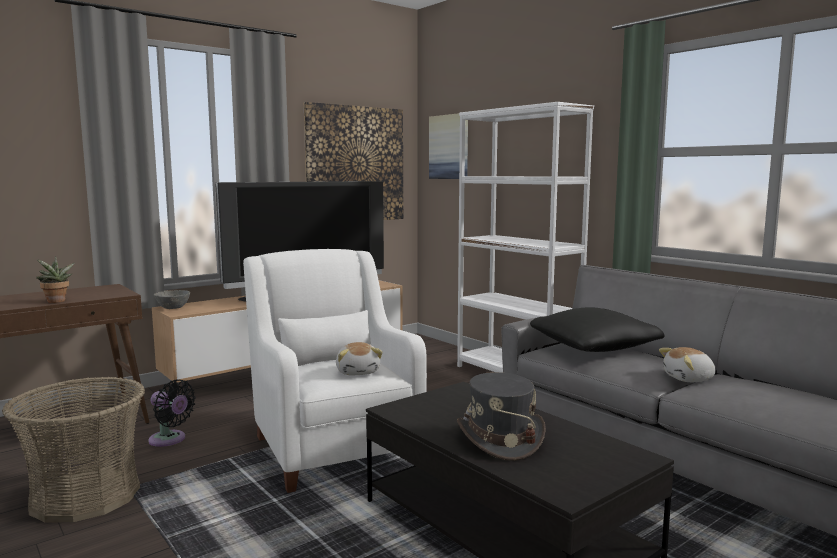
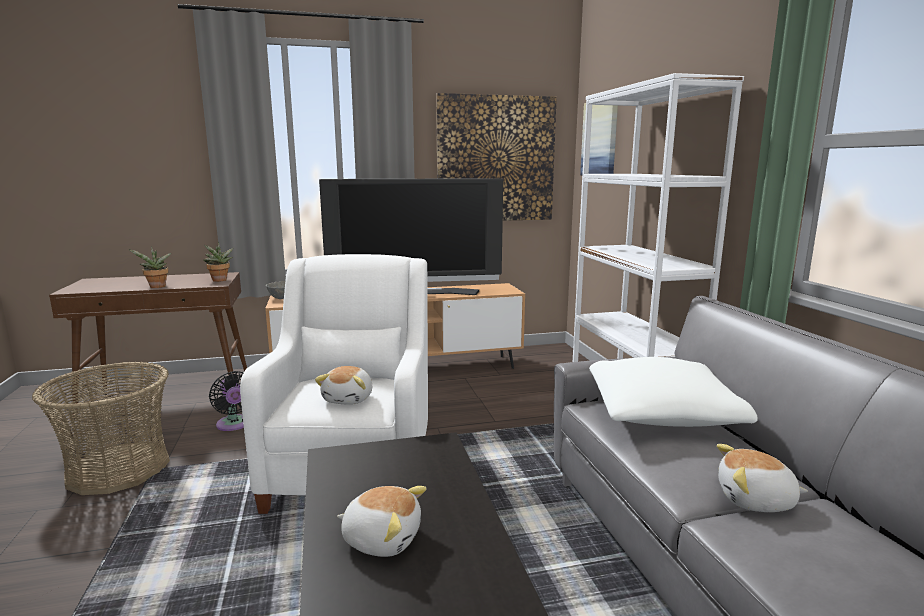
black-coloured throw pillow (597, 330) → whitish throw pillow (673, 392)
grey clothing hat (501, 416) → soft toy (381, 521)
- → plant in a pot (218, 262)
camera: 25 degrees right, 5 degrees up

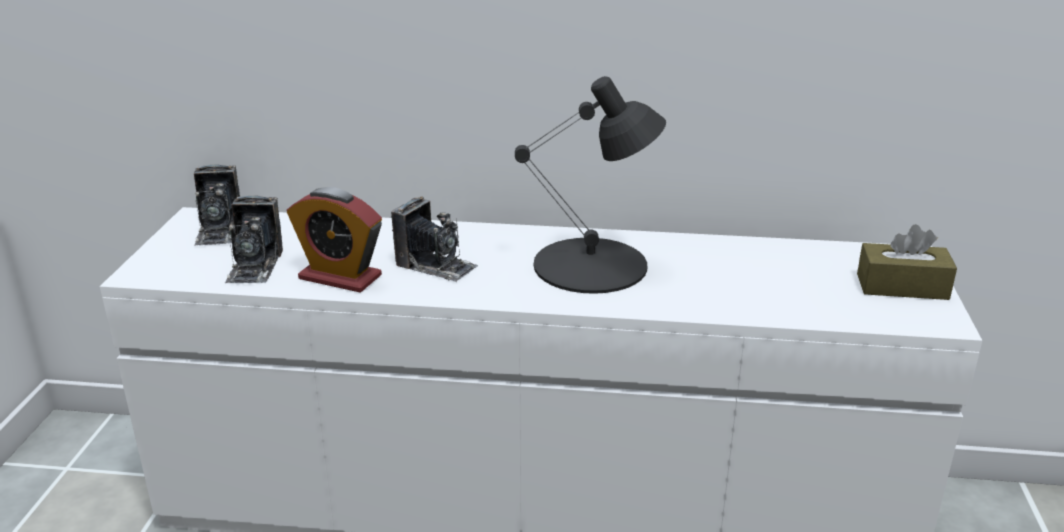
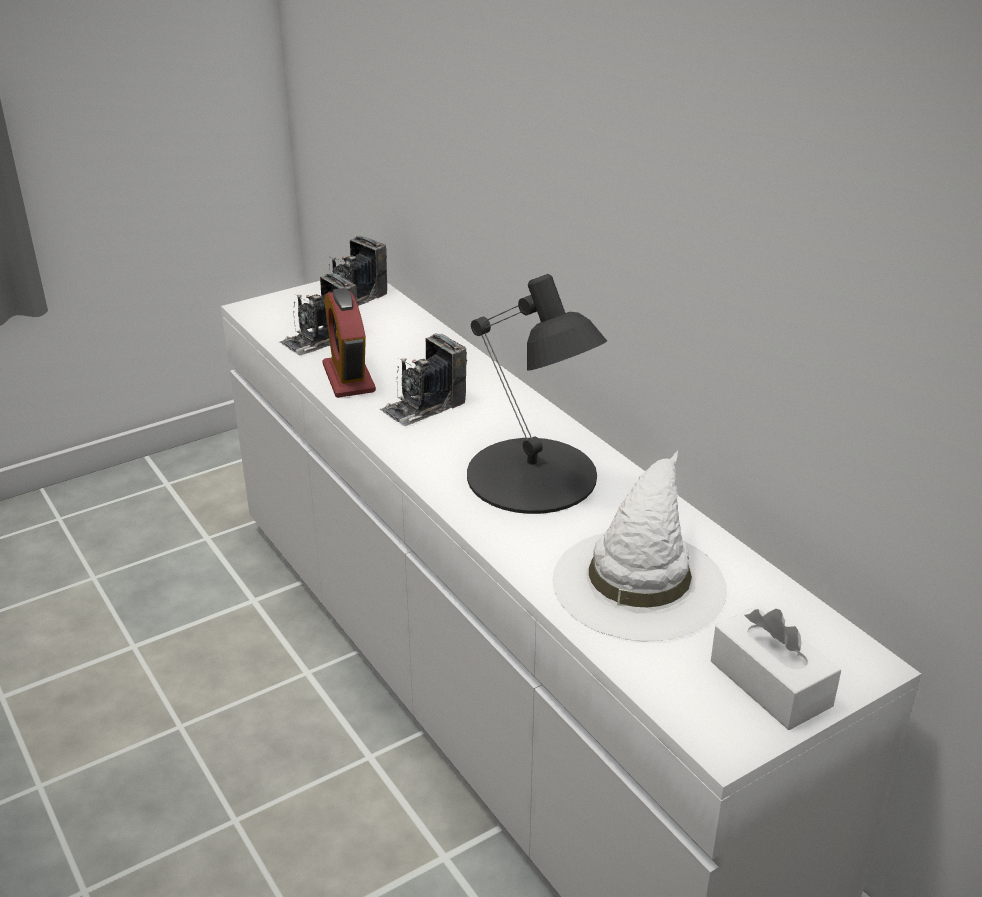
photo camera (434, 239) → photo camera (423, 379), 60 degrees clockwise
brownish box of tissues (907, 262) → whitish box of tissues (776, 667)
- → whitish clothing hat (640, 546)
camera: 50 degrees right, 5 degrees up

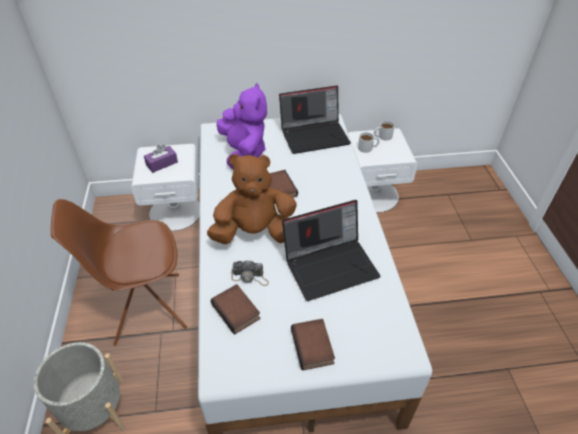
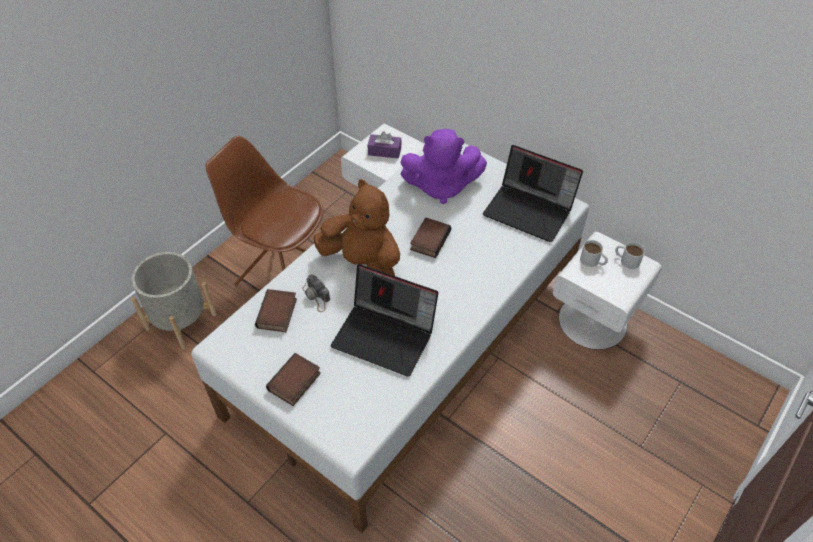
purple soft toy (242, 126) → purple soft toy (443, 166), 60 degrees clockwise
camera: 45 degrees right, 5 degrees up

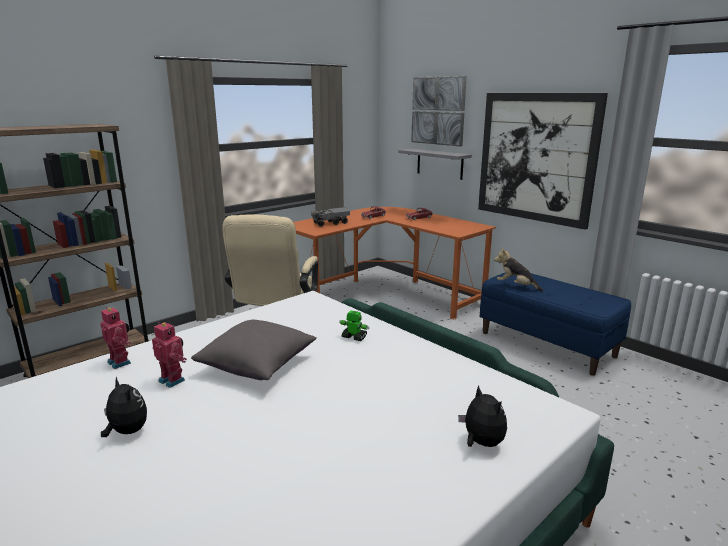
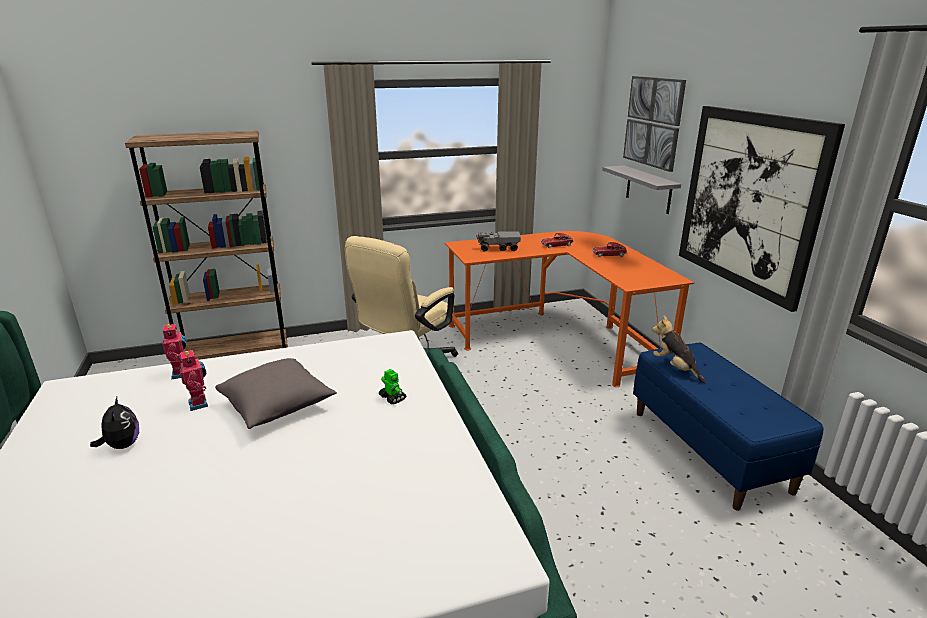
soft toy (482, 416) → -
camera: 25 degrees right, 5 degrees up

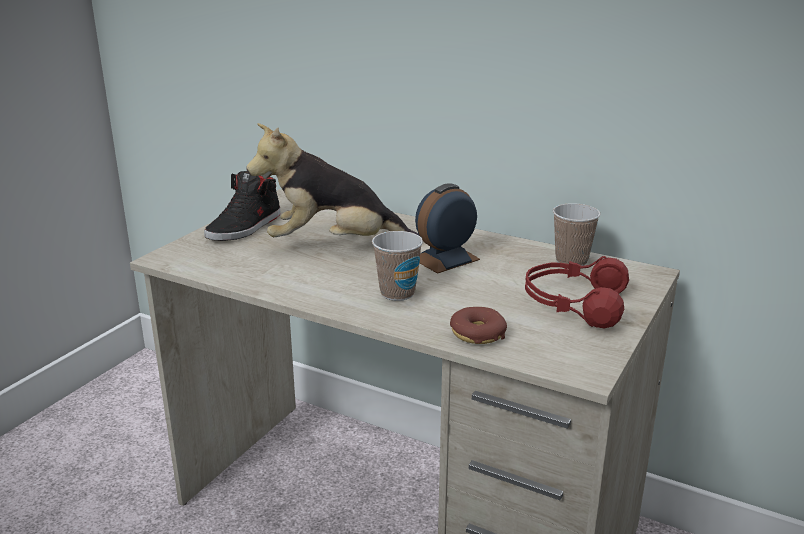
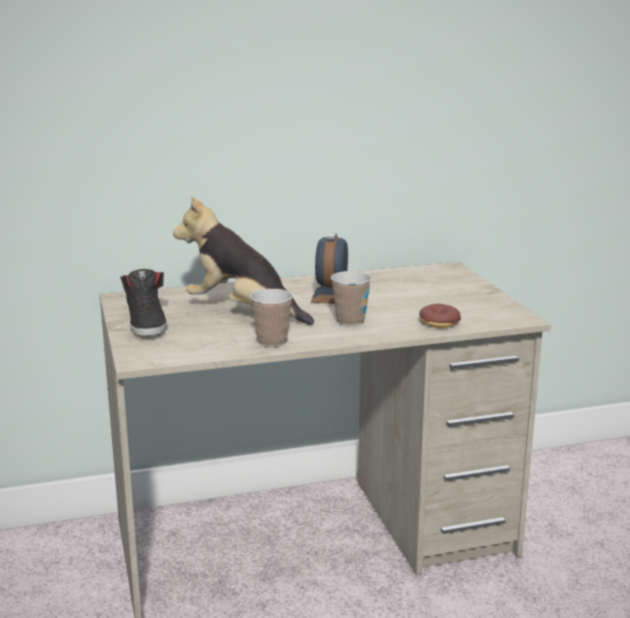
soft toy (333, 180) → soft toy (243, 260), 75 degrees clockwise
small cup (576, 234) → small cup (271, 318), move
red headset (577, 292) → -
camera: 45 degrees left, 5 degrees down

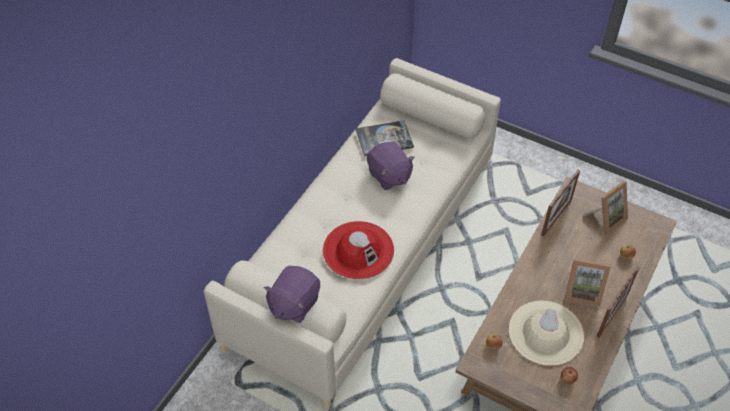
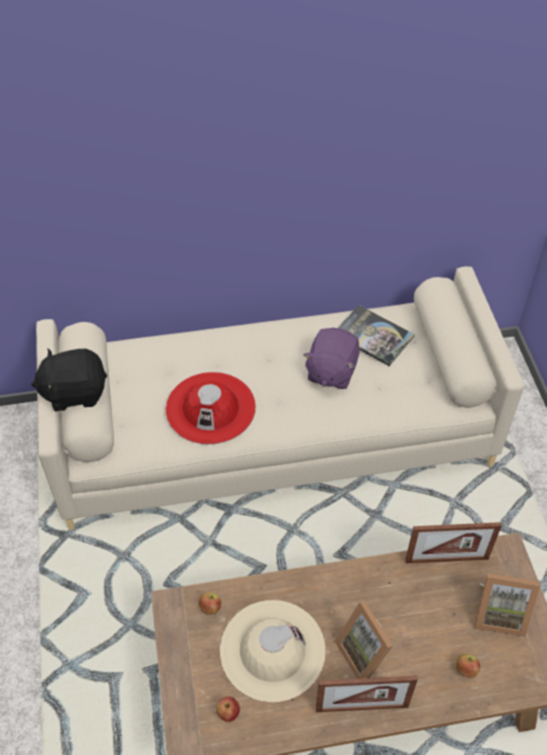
purple soft toy (291, 294) → black-coloured soft toy (69, 380)
camera: 50 degrees right, 0 degrees up

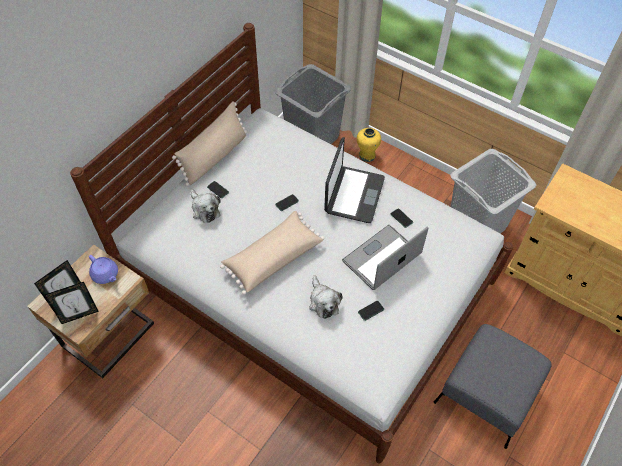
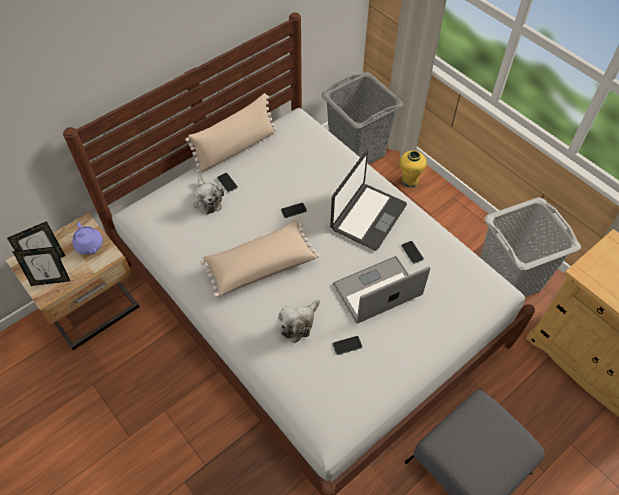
soft toy (326, 297) → soft toy (299, 321), 45 degrees clockwise
camera: 15 degrees right, 0 degrees up

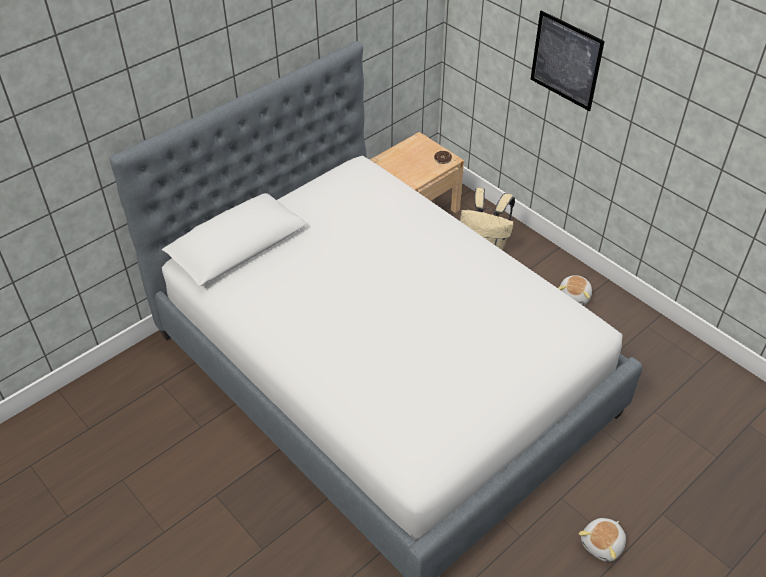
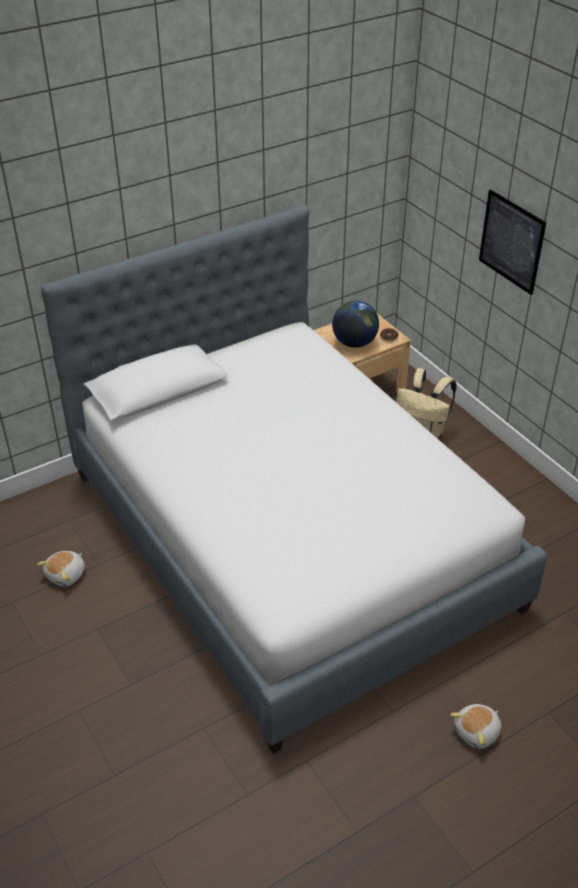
soft toy (575, 290) → soft toy (61, 569), move
- → world globe (355, 324)
camera: 10 degrees right, 5 degrees down

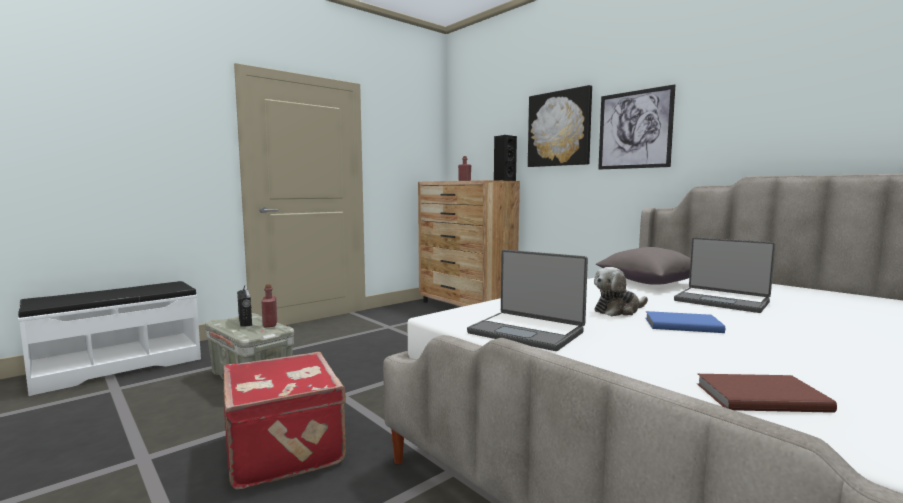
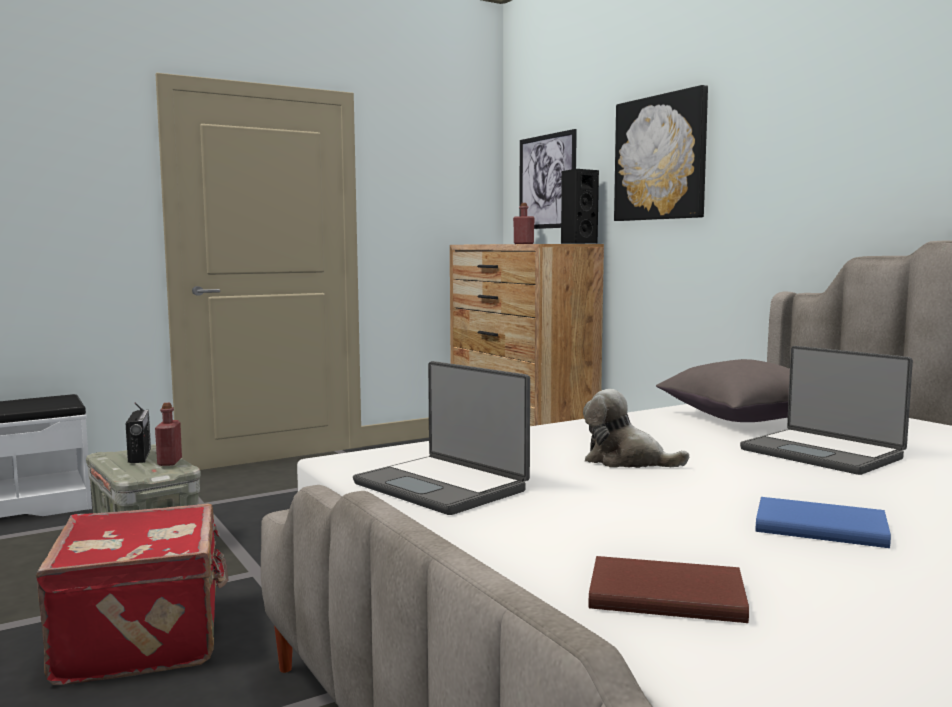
wall picture (636, 127) → wall picture (548, 179), move
soft toy (621, 291) → soft toy (636, 428), 45 degrees clockwise
blue-coloured bound book (685, 322) → blue-coloured bound book (823, 522), move
camera: 10 degrees right, 0 degrees up

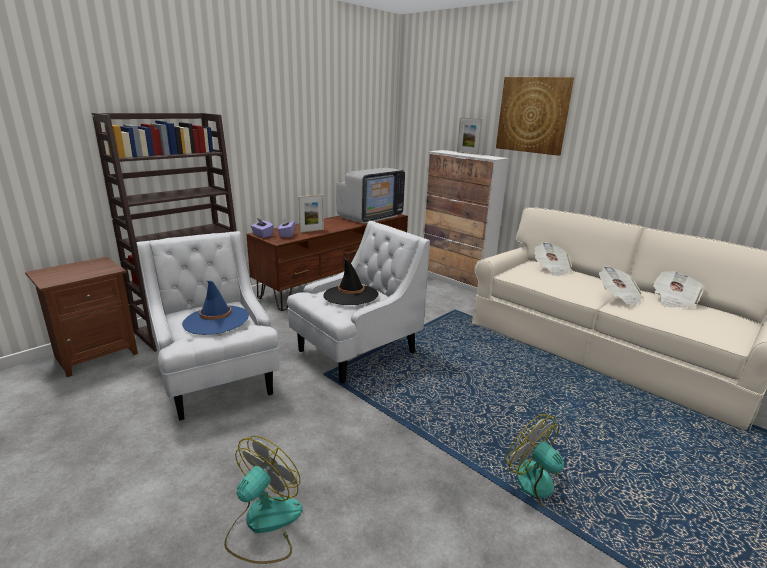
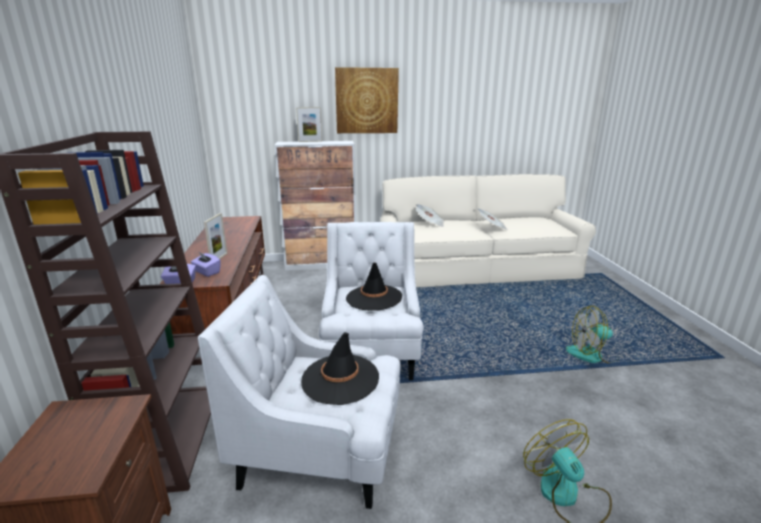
TV set (371, 195) → -
newspaper (679, 289) → -
blue-coloured clothing hat (215, 308) → black-coloured clothing hat (340, 368)
camera: 50 degrees left, 0 degrees up

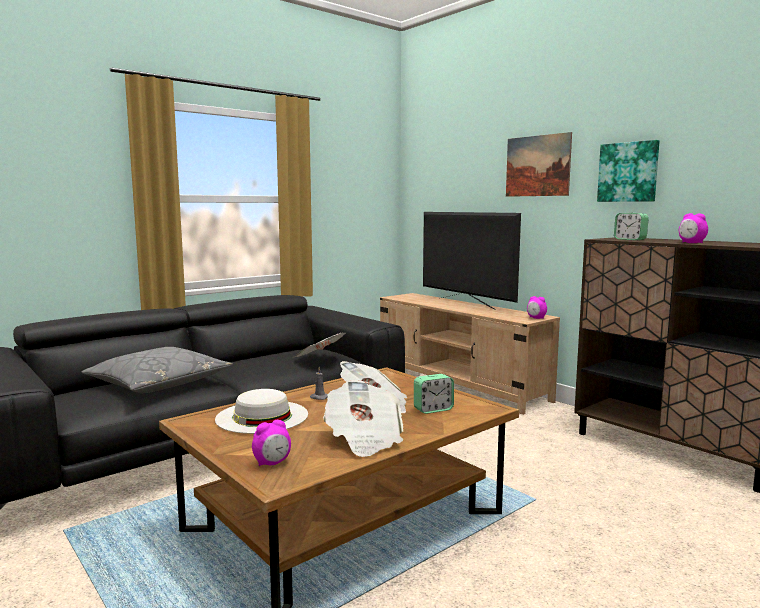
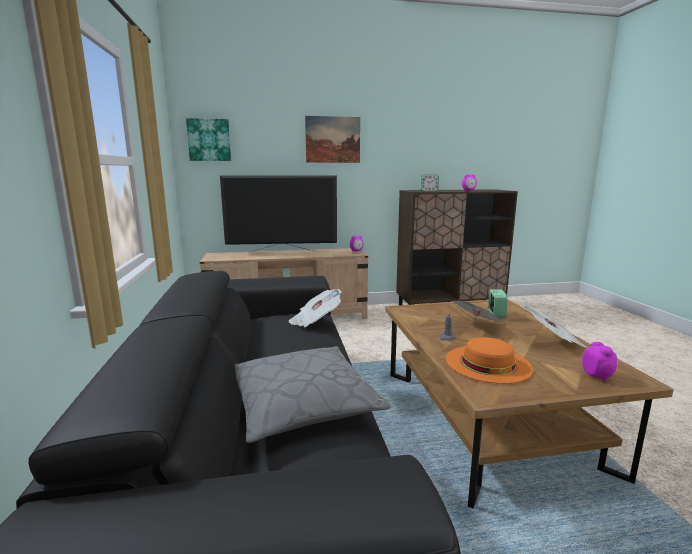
wall picture (628, 171) → wall picture (208, 139), move
whitish clothing hat (261, 411) → orange clothing hat (489, 360)
camera: 60 degrees left, 5 degrees up

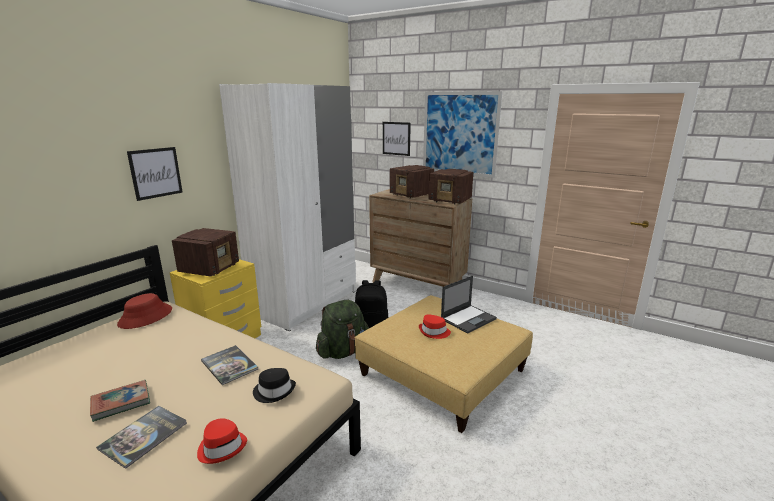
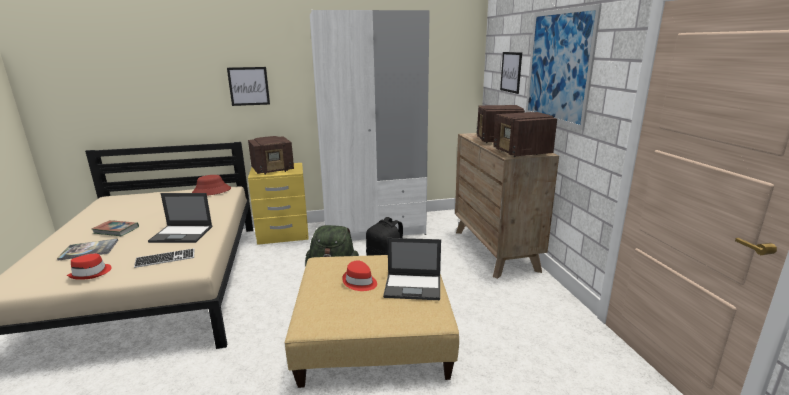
bound book (229, 365) → notebook computer (180, 218)
black-coloured clothing hat (274, 385) → keyboard (164, 258)
camera: 45 degrees right, 0 degrees up

